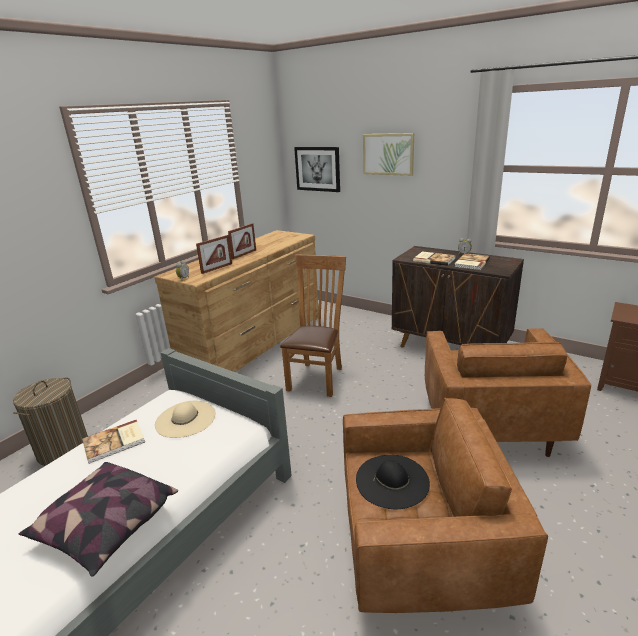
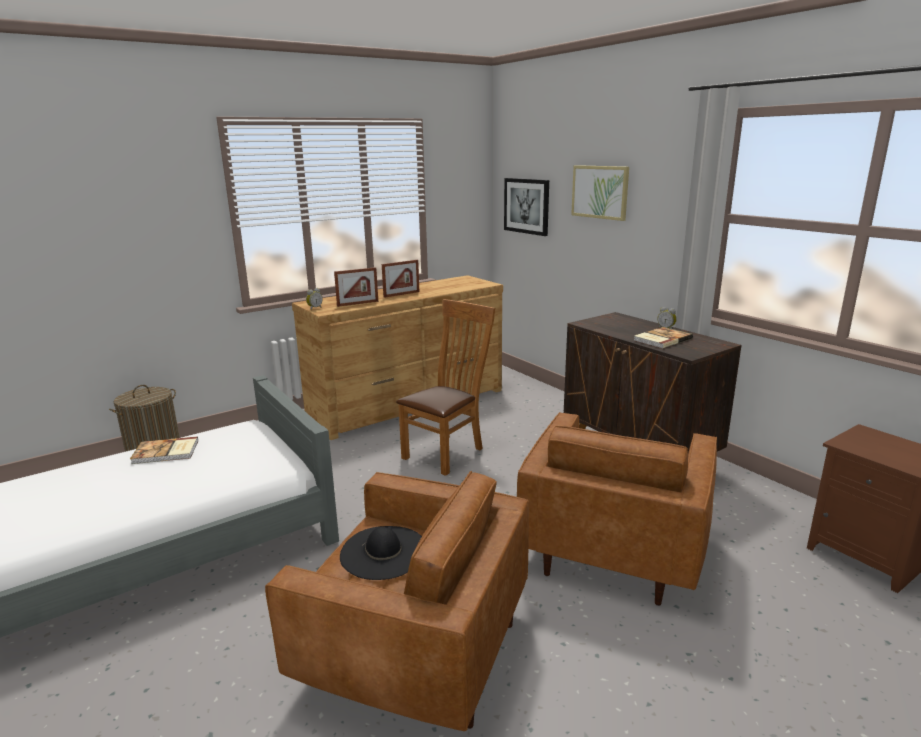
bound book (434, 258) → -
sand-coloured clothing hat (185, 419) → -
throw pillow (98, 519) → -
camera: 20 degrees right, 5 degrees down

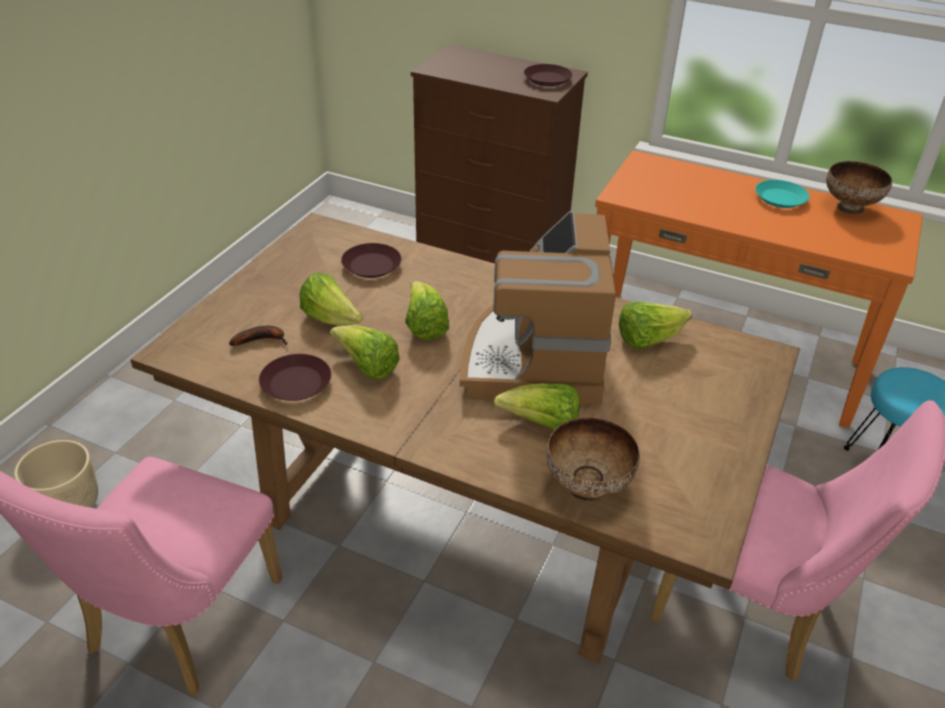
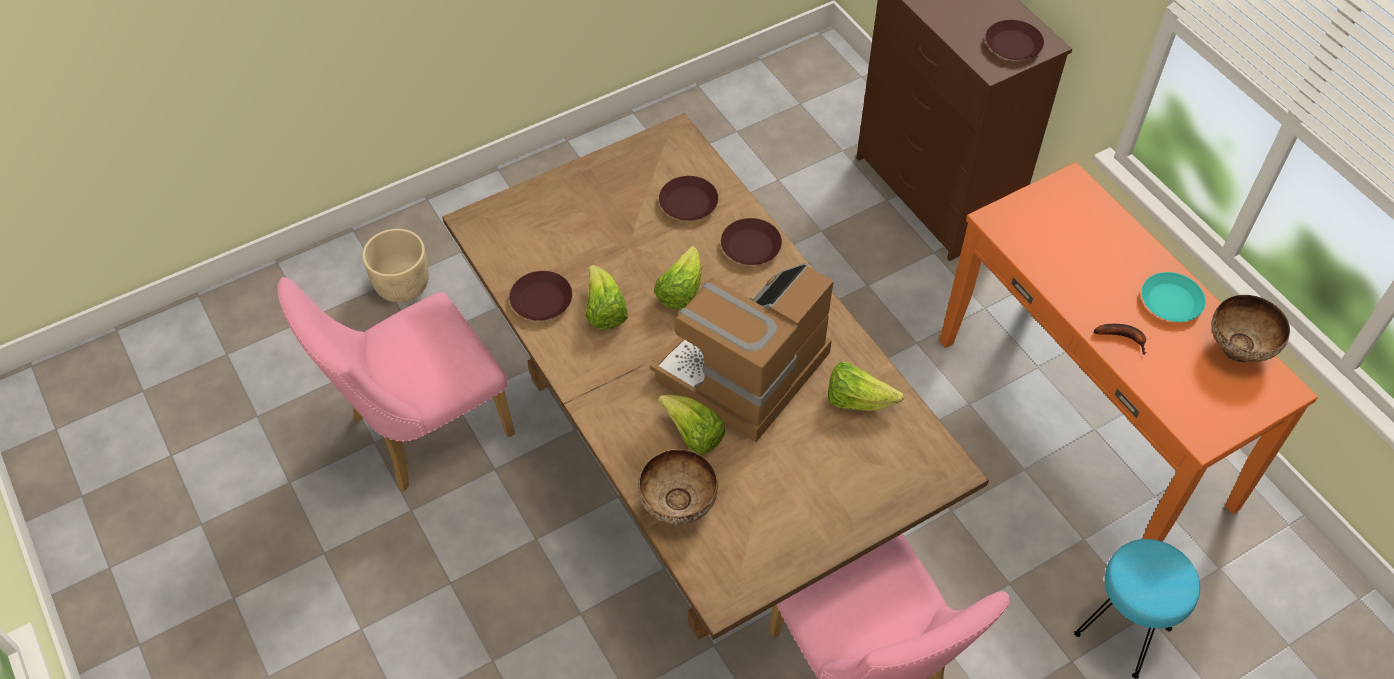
head of lettuce (331, 299) → -
banana (258, 336) → banana (1120, 339), move
- → brownish flat dish (751, 241)
camera: 35 degrees right, 15 degrees up

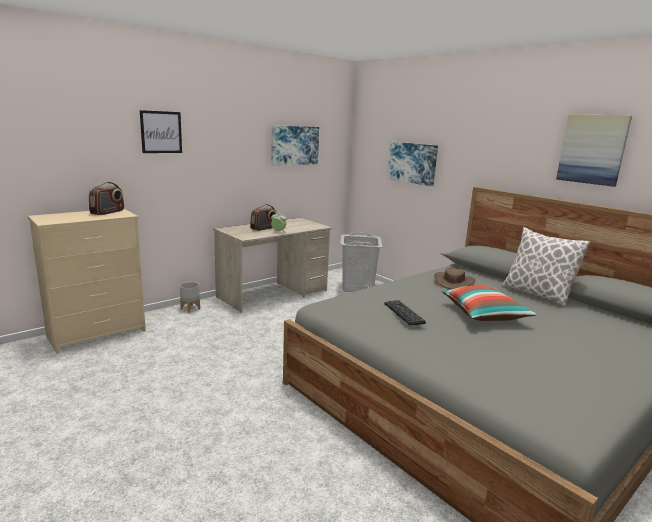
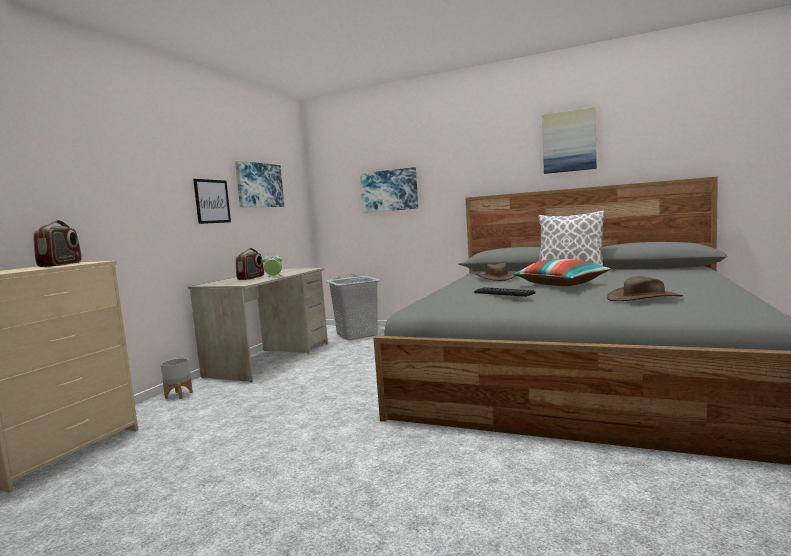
wall picture (161, 131) → wall picture (212, 201), move
- → brownish clothing hat (645, 288)
camera: 25 degrees left, 10 degrees down

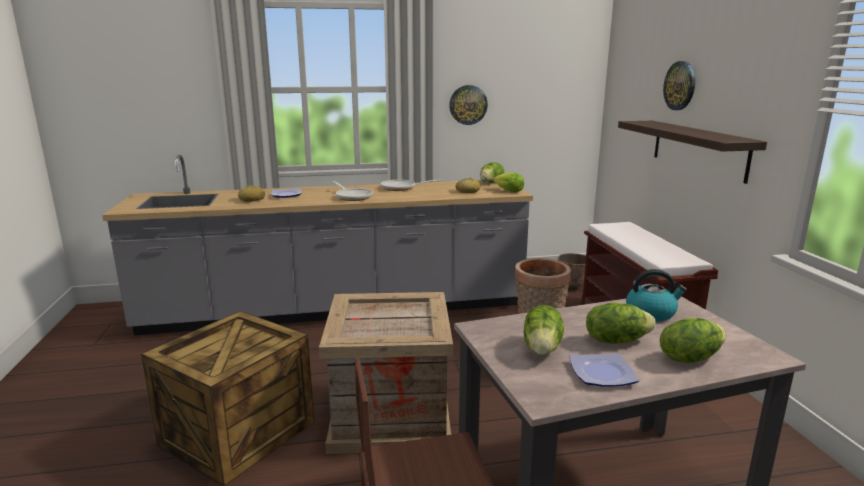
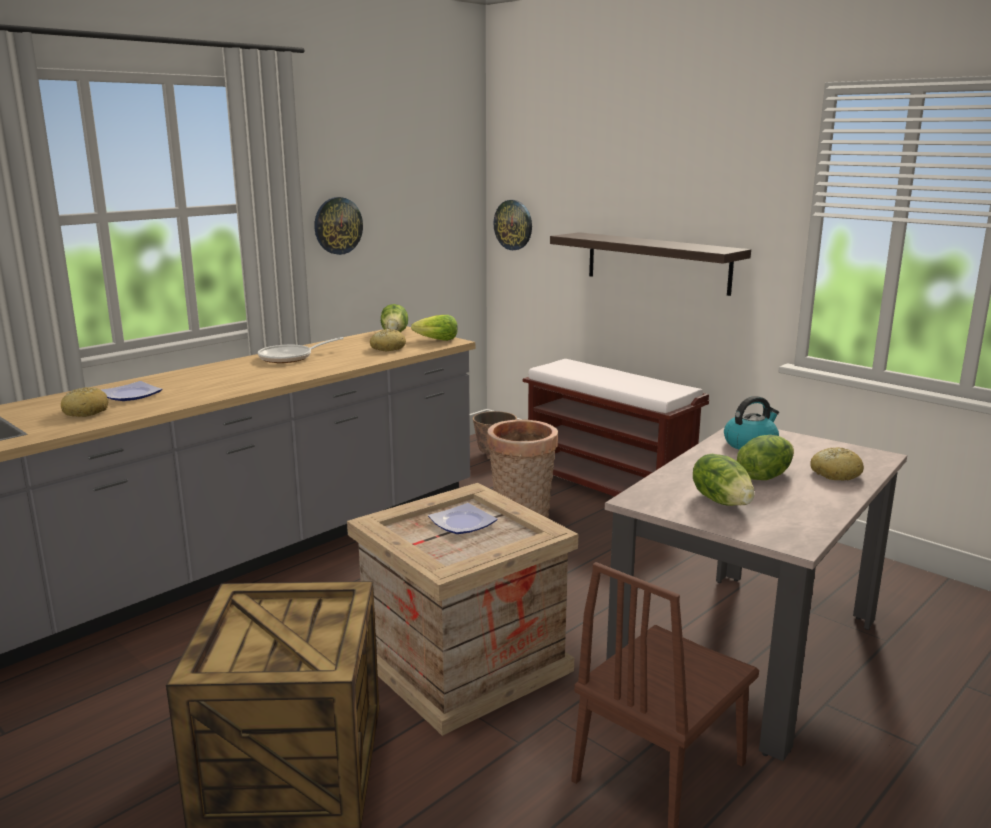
hanging clock (679, 85) → hanging clock (513, 225), move
pan (353, 191) → -
head of lettuce (693, 340) → baked bread (837, 464)
flat dish (604, 370) → flat dish (462, 518), move
camera: 35 degrees left, 0 degrees up

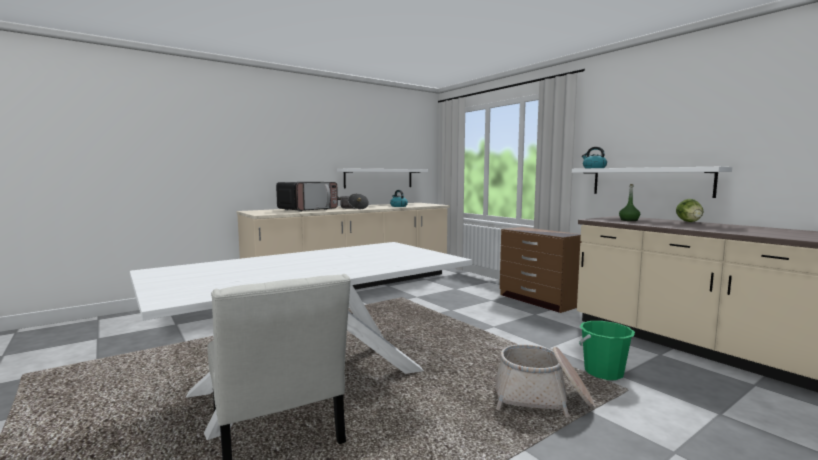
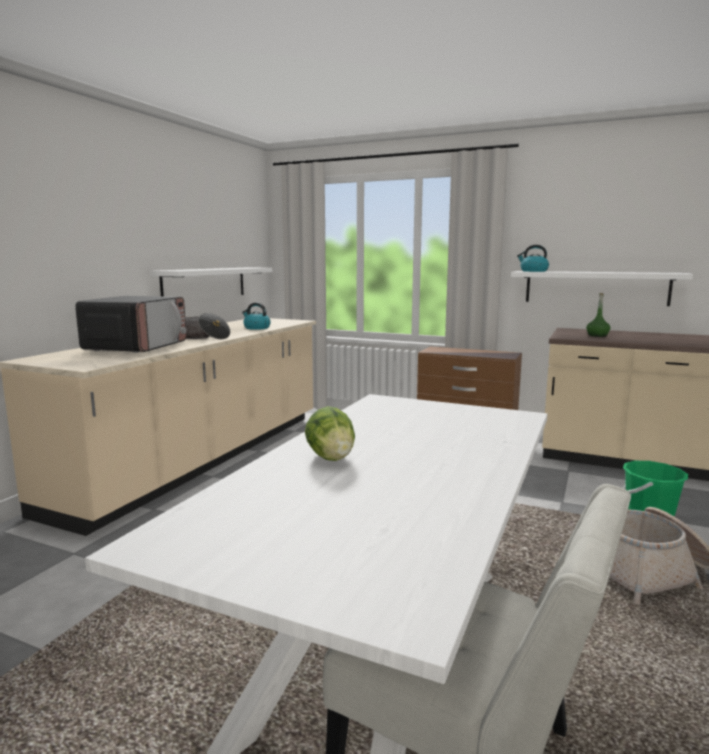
head of lettuce (690, 210) → head of lettuce (330, 433), move
camera: 30 degrees left, 5 degrees up

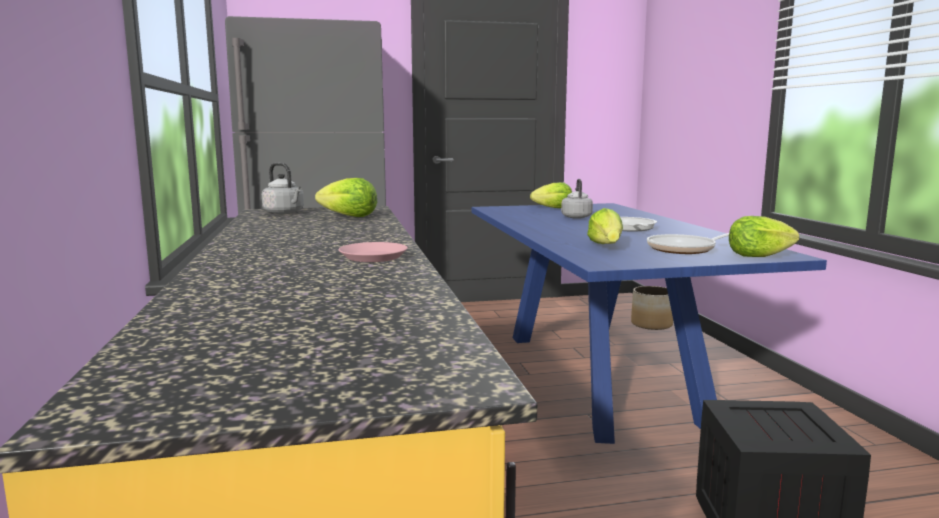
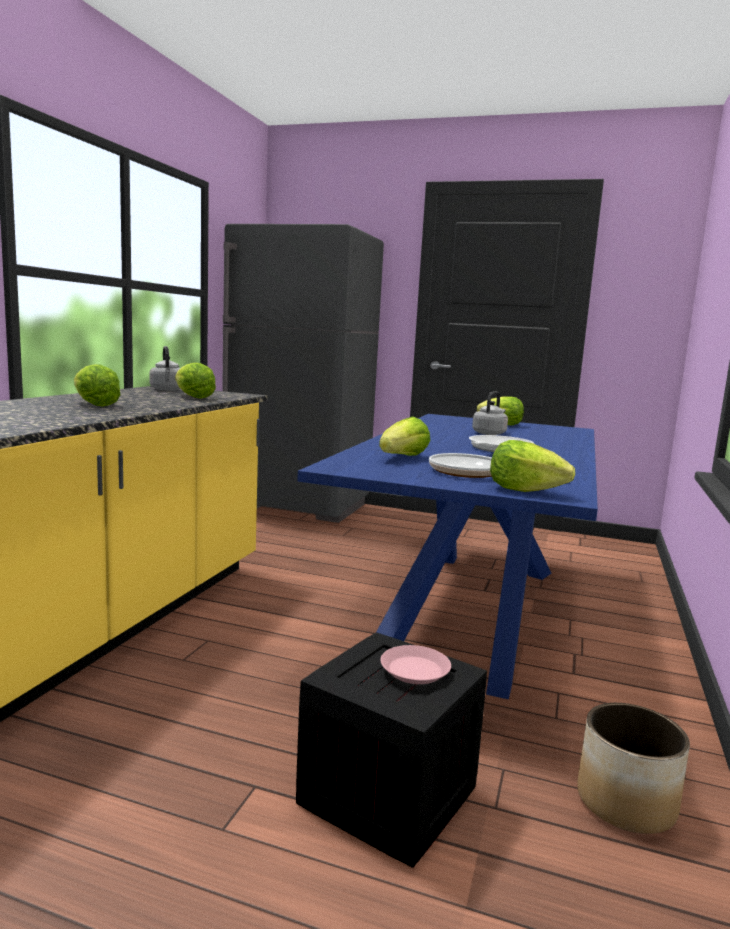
pink-coloured flat dish (373, 252) → pink-coloured flat dish (415, 664), move
planter (652, 308) → planter (633, 768), move
- → head of lettuce (97, 385)
camera: 30 degrees right, 0 degrees up

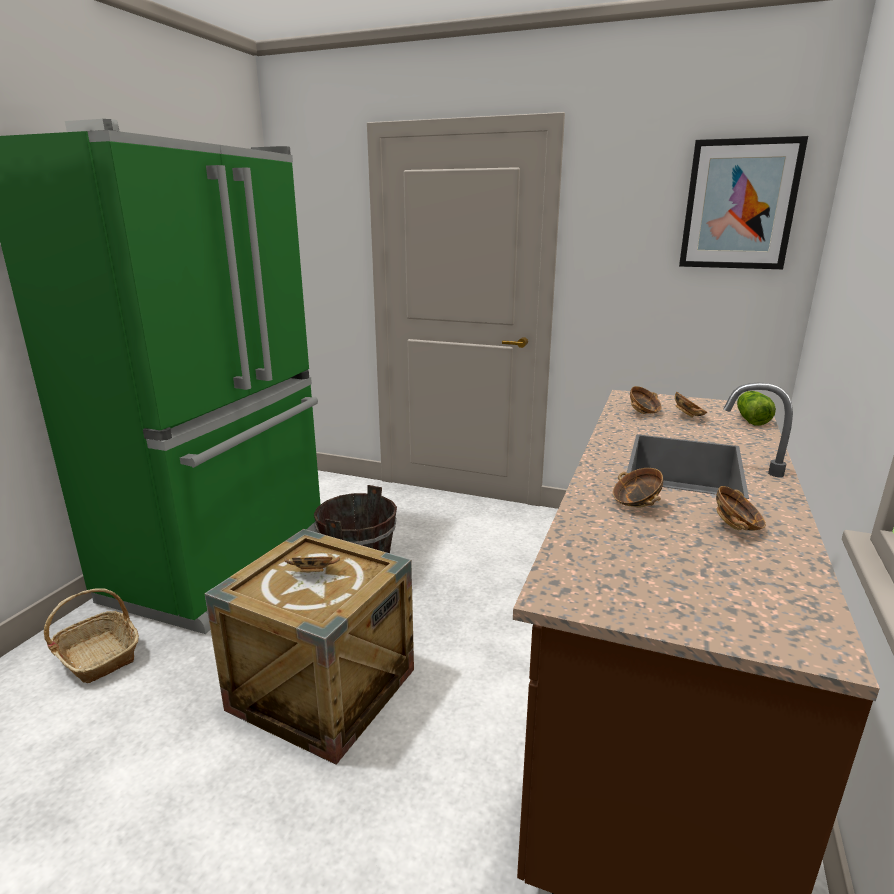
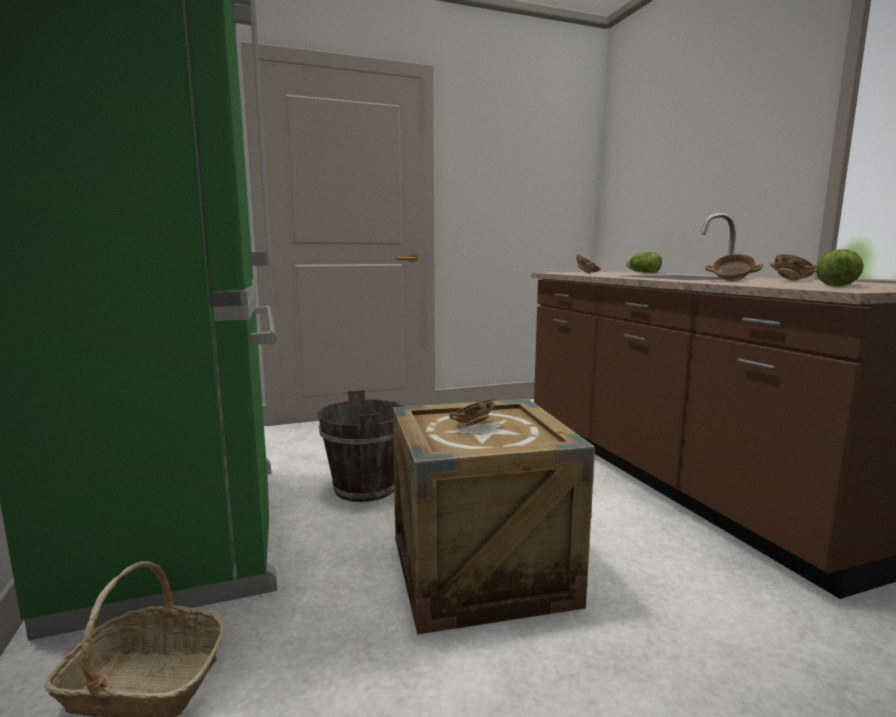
wall picture (743, 202) → -
bowl (691, 405) → -
- → head of lettuce (840, 267)
camera: 40 degrees left, 10 degrees down

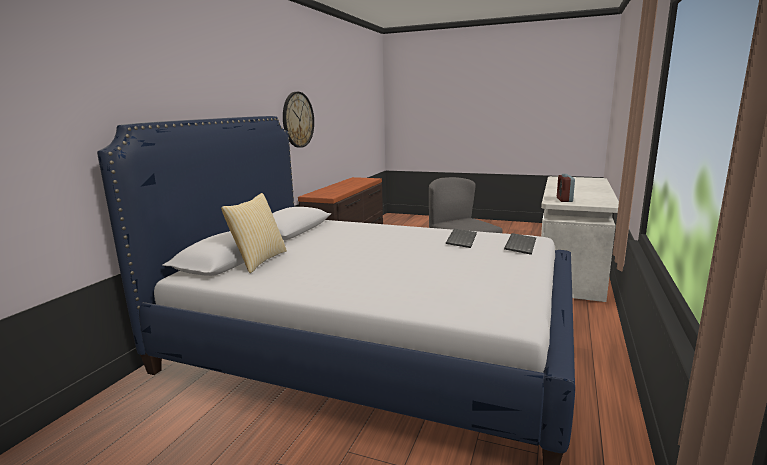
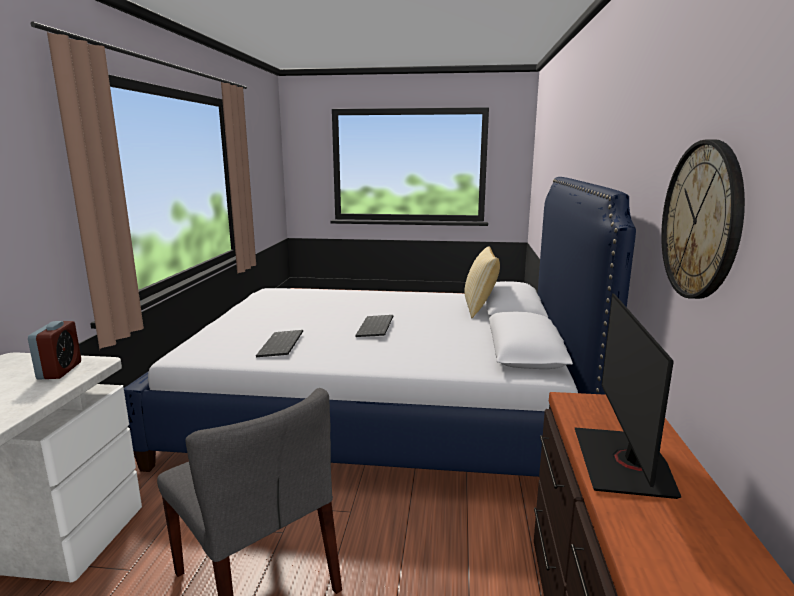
keyboard (520, 244) → keyboard (374, 326), move
- → monitor (627, 396)
camera: 165 degrees right, 0 degrees up

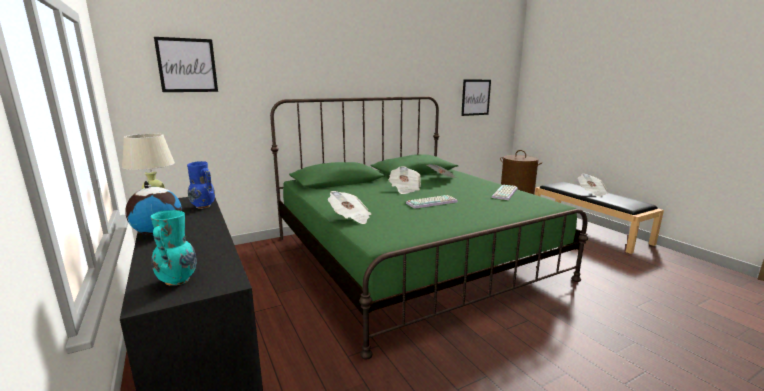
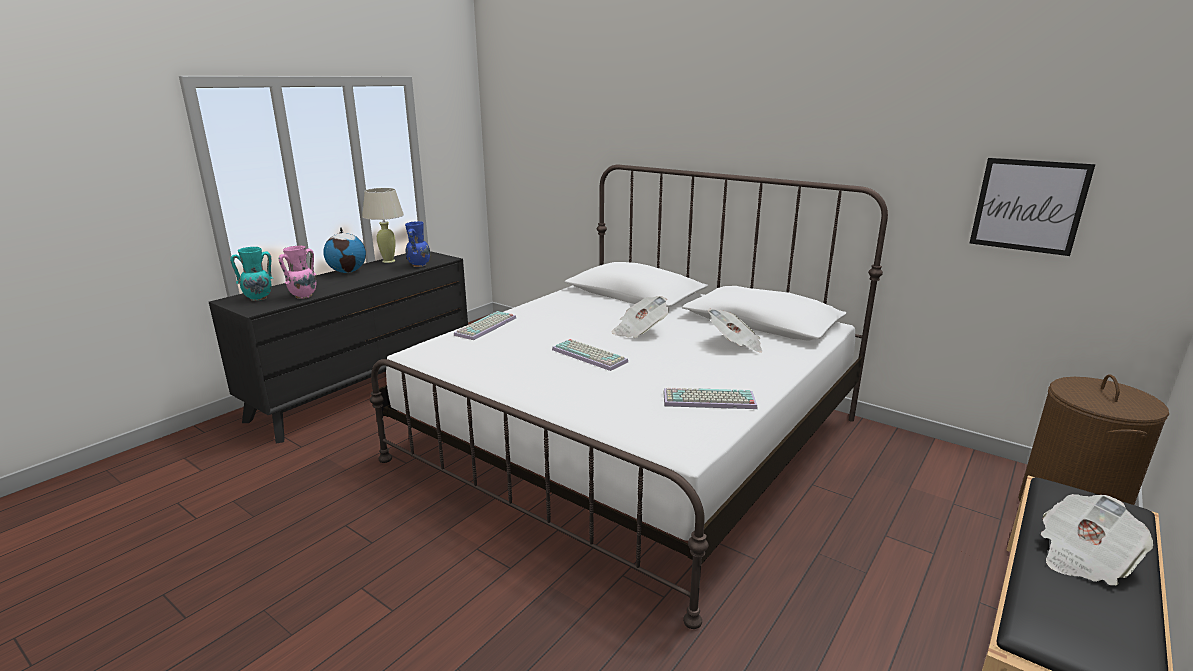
wall picture (186, 64) → -
green bedroom bed (429, 228) → whitish bedroom bed (629, 397)
newspaper (349, 207) → keyboard (485, 325)
- → pink-coloured flower vase (298, 272)
camera: 65 degrees right, 5 degrees up

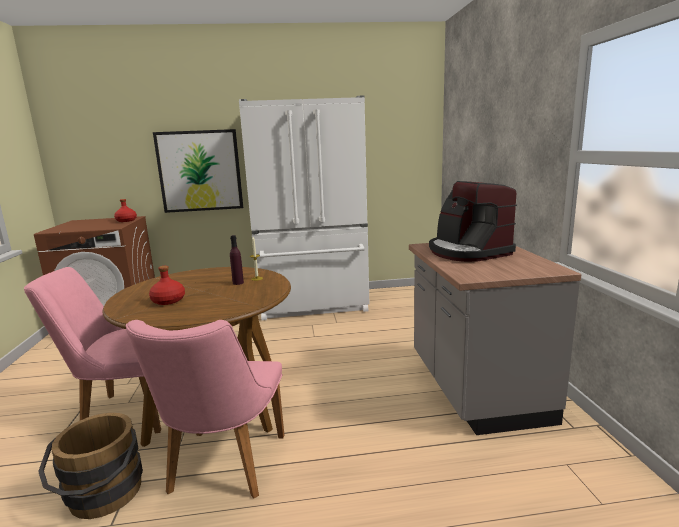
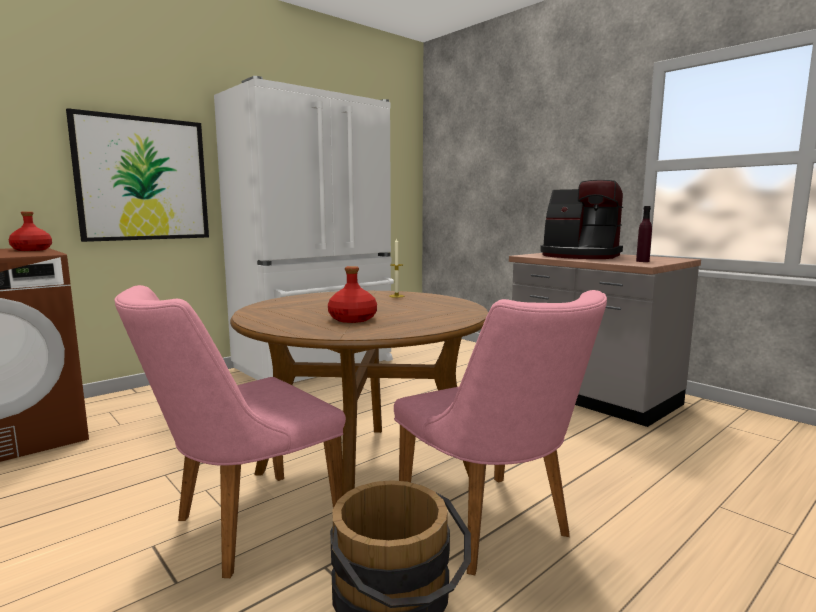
purple beverage bottle (237, 260) → purple beverage bottle (644, 234), move
camera: 35 degrees left, 5 degrees down

